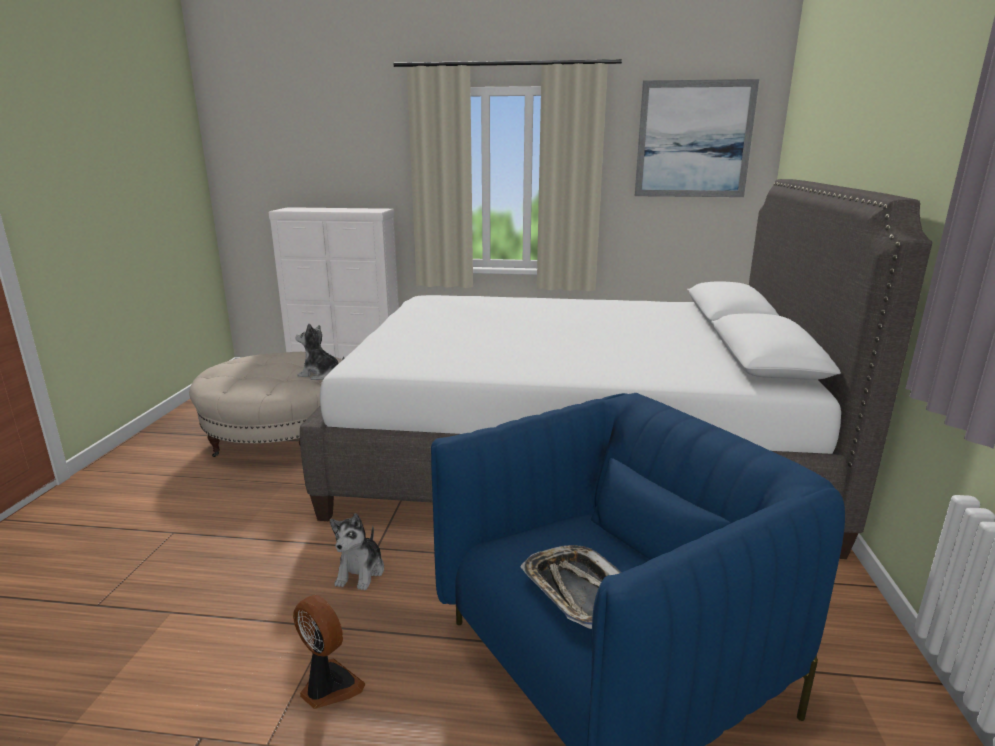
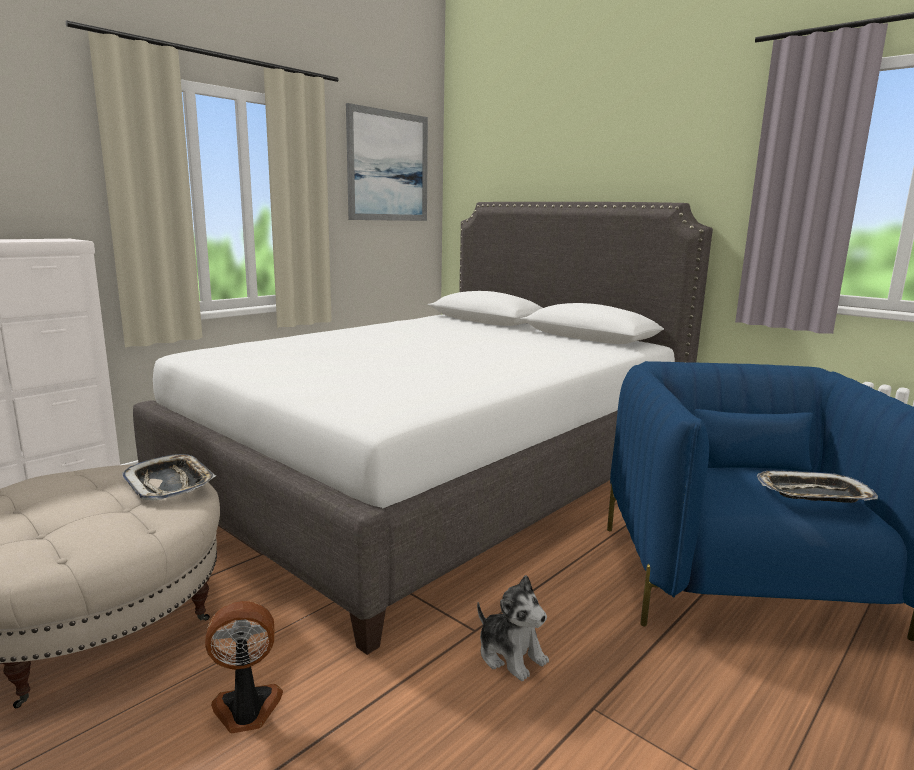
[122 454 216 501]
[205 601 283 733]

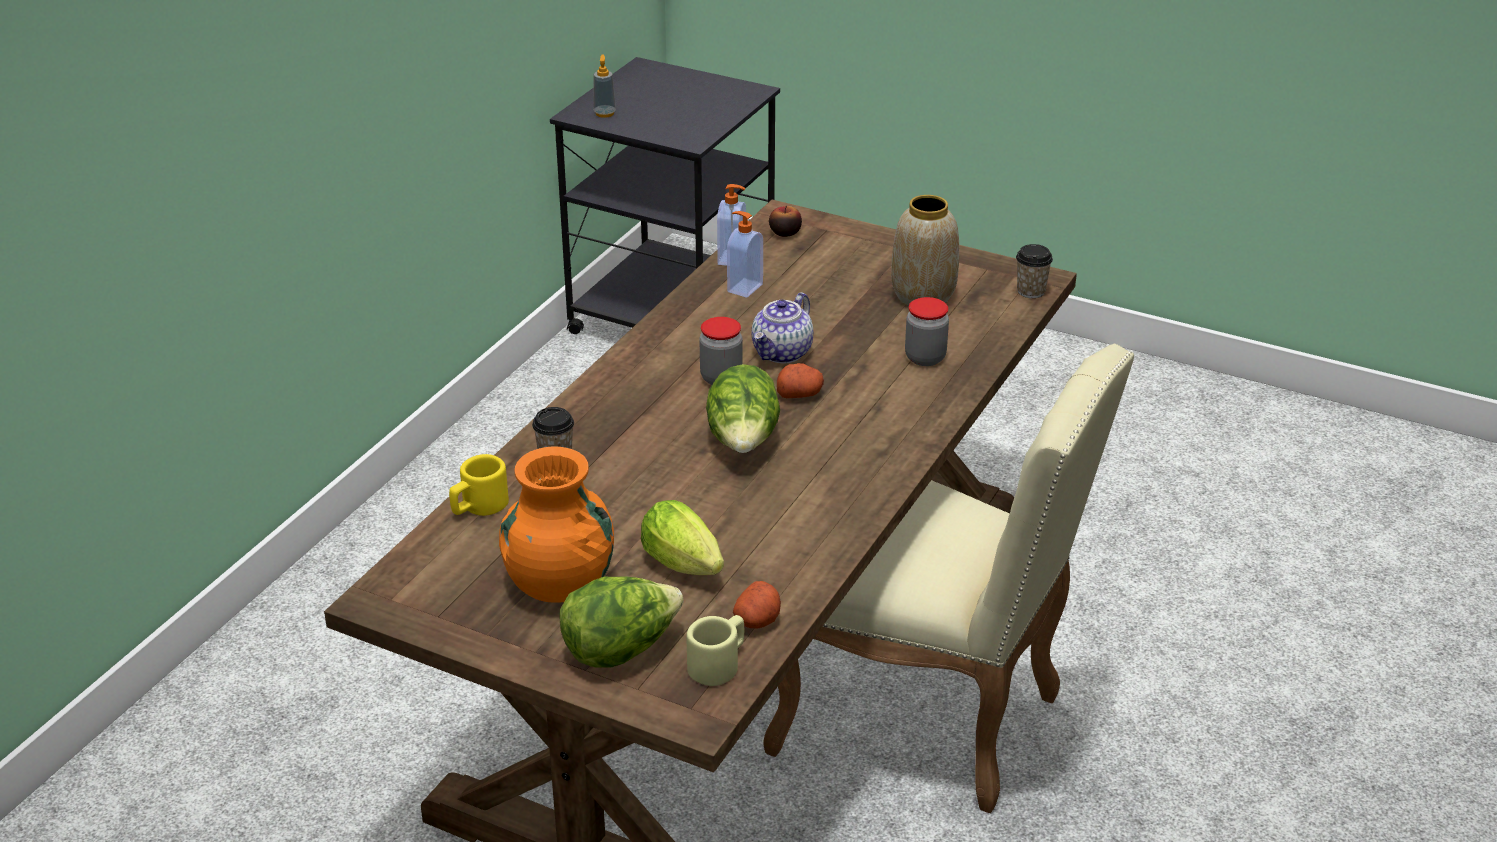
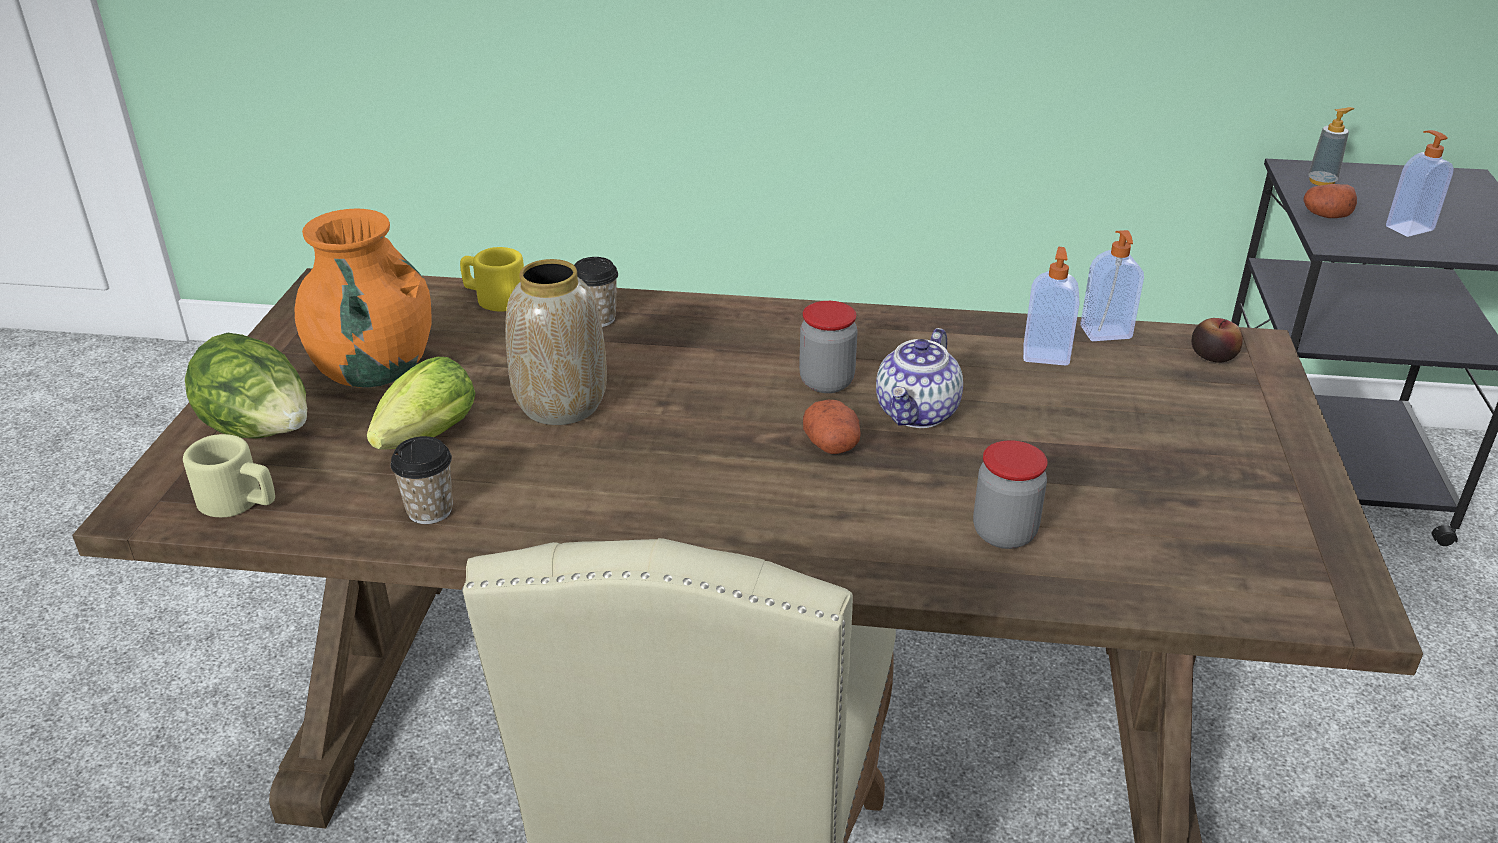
[391 436 453 524]
[505 259 607 425]
[876 328 963 428]
[1303 184 1357 218]
[1386 130 1454 237]
[706 364 780 453] (first image)

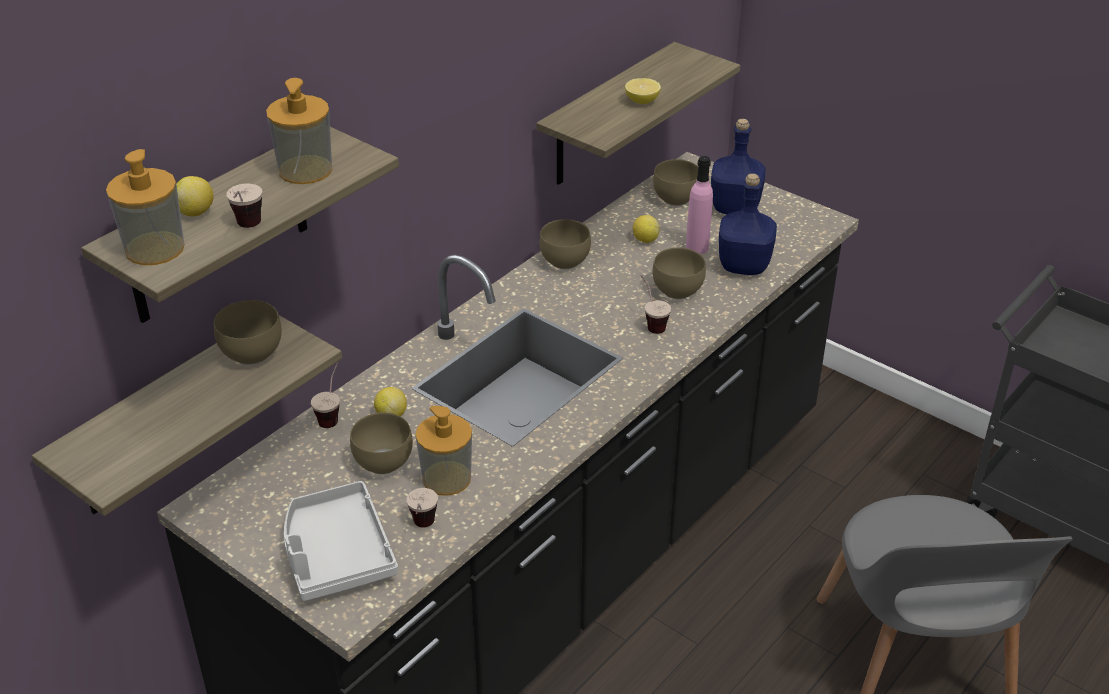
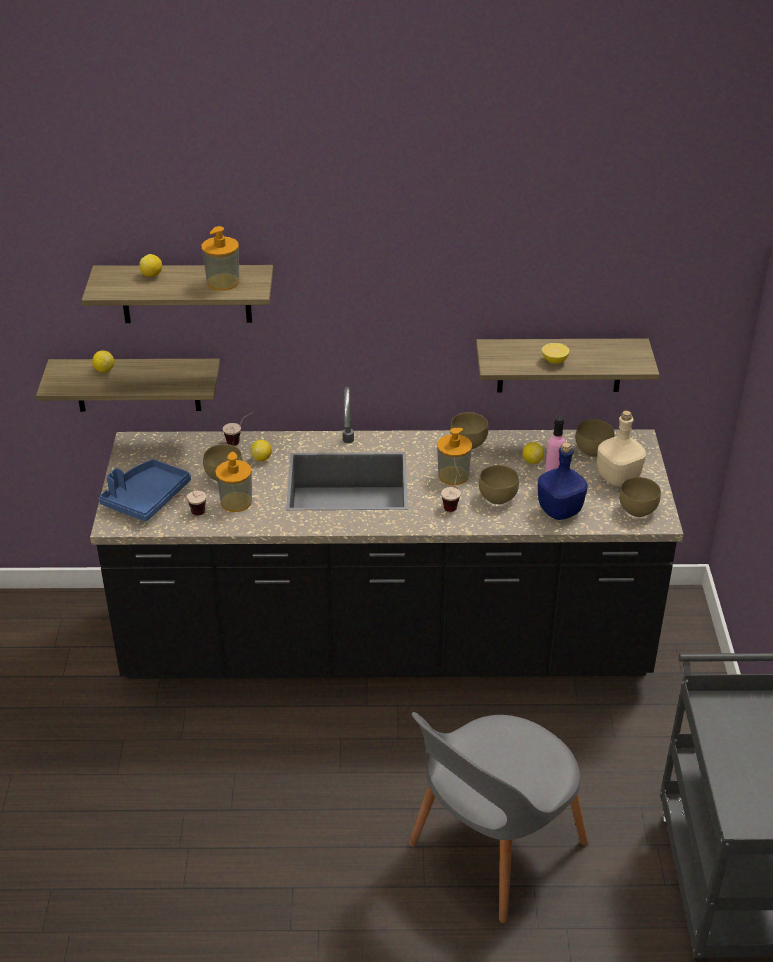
[92 350 114 373]
[99 459 191 521]
[437 428 472 485]
[597 411 646 486]
[619 477 661 517]
[226 184 262 228] (first image)

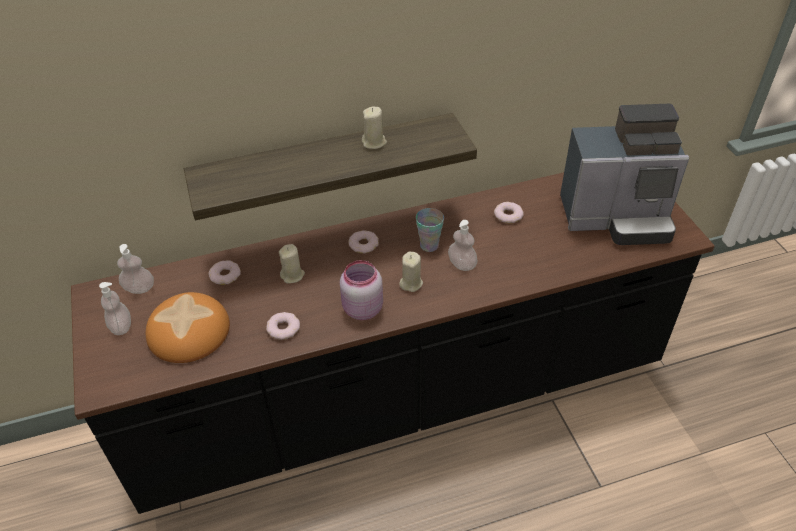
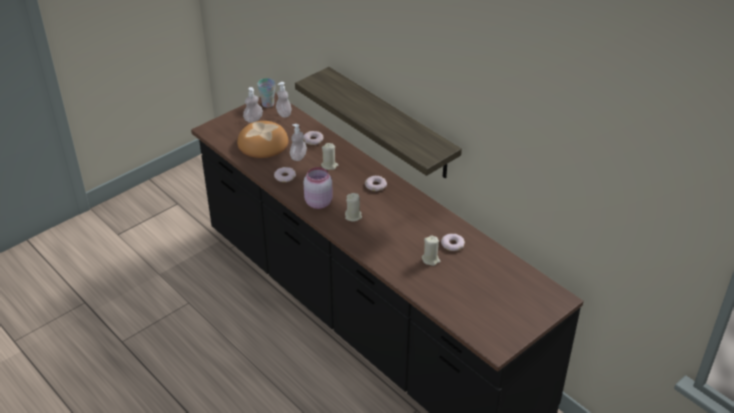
[257 78 276 108]
[290 124 307 161]
[422 235 441 266]
[560 104 690 245] (first image)

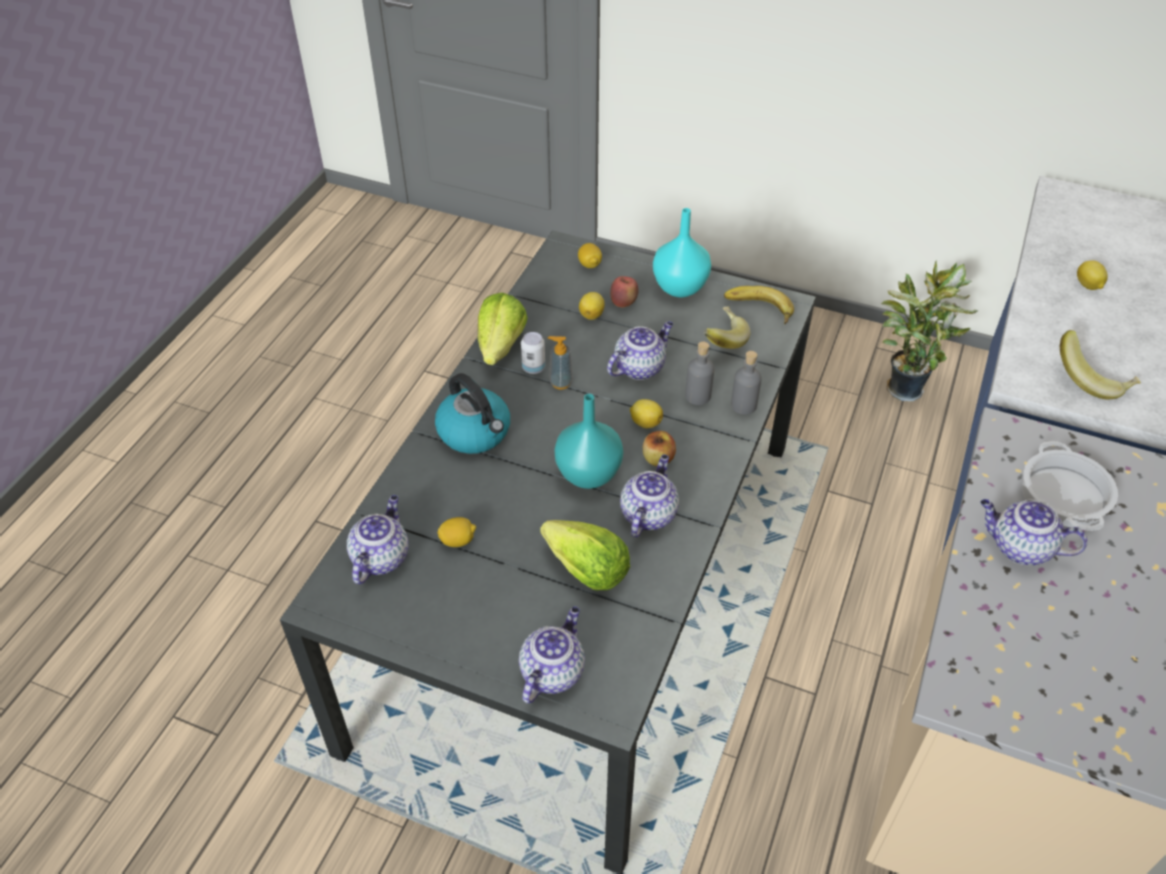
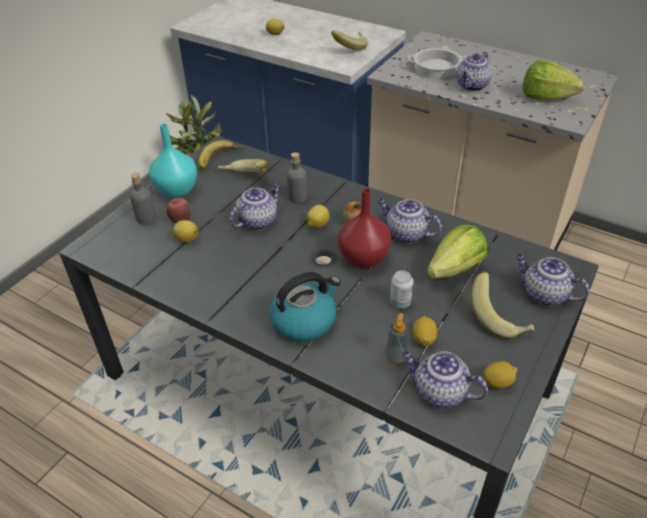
[130 173 156 224]
[229 183 281 230]
[338 188 391 269]
[386 313 409 364]
[390 270 413 308]
[471 272 534 339]
[483 361 517 389]
[523 60 584 101]

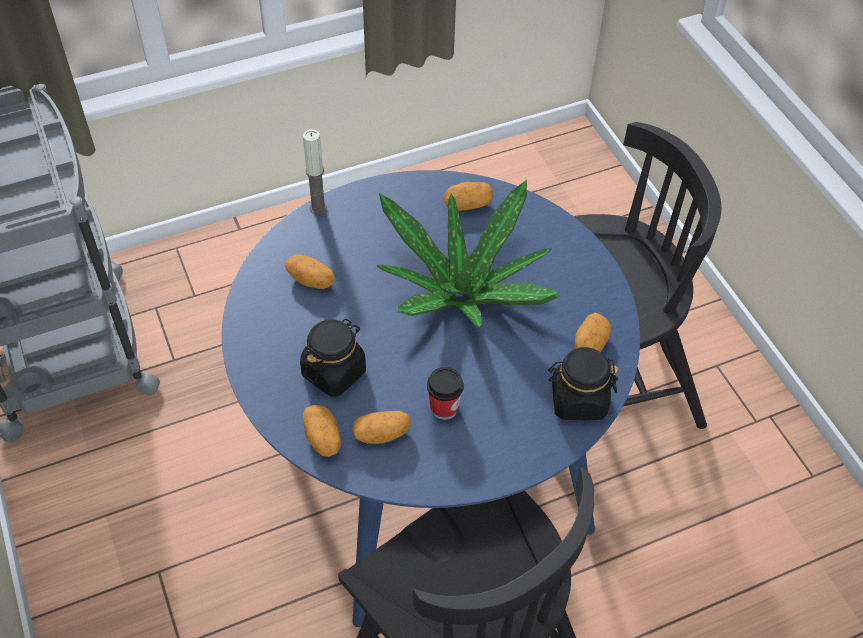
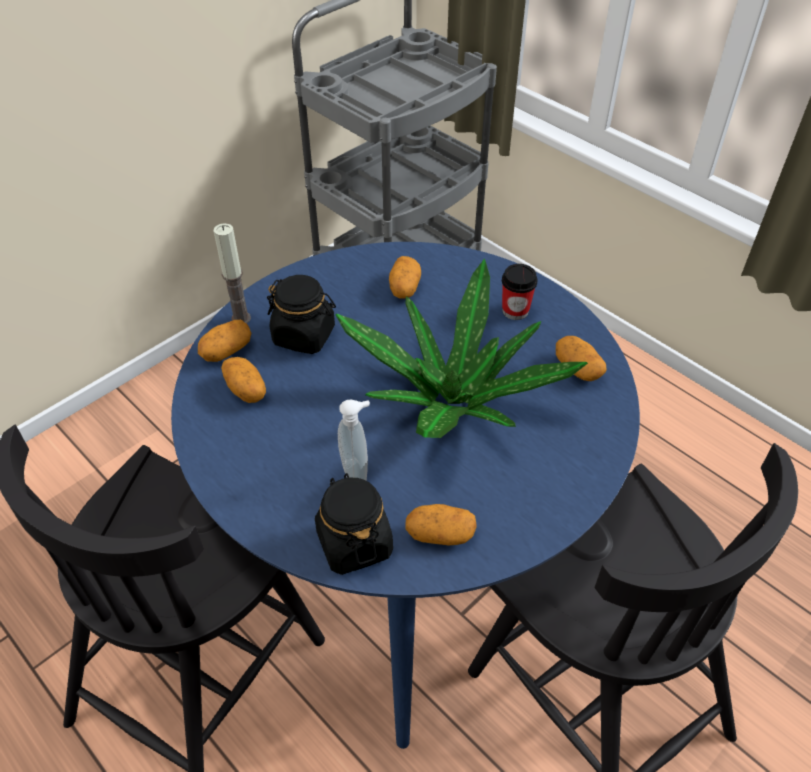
[214 223 251 324]
[338 400 370 481]
[502 264 538 320]

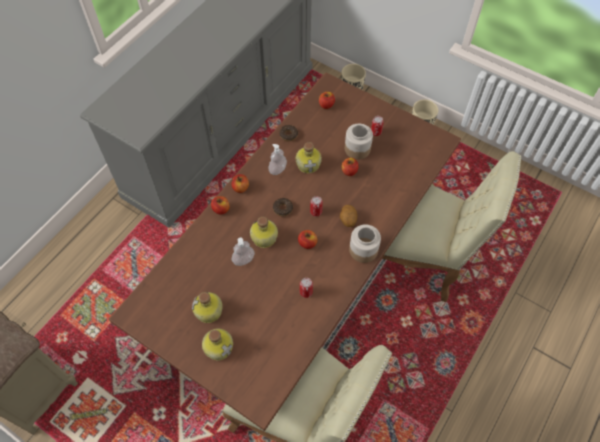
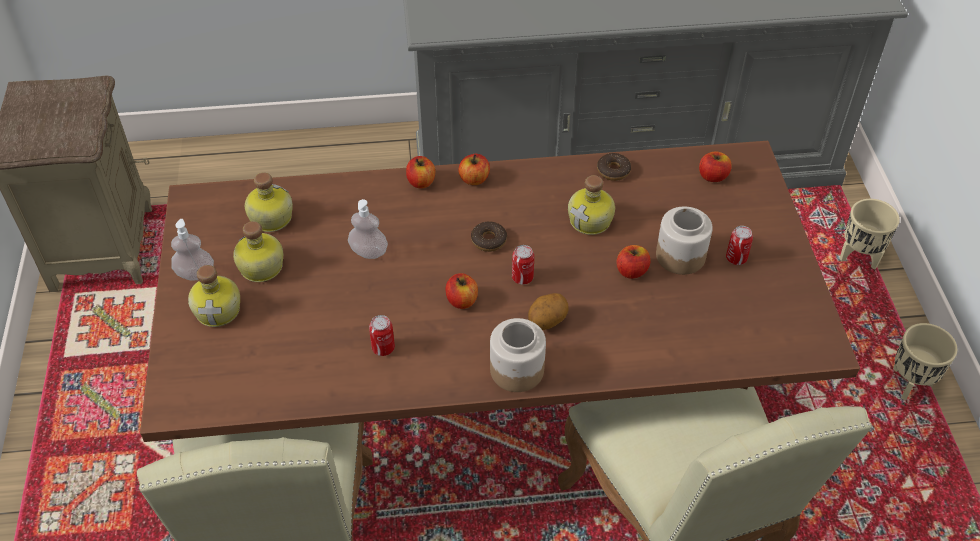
[171 219 214 280]
[245 172 293 232]

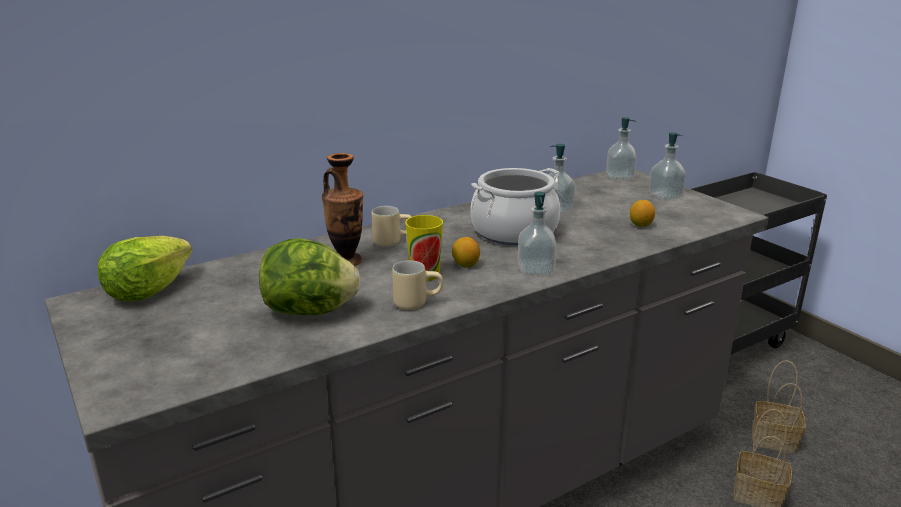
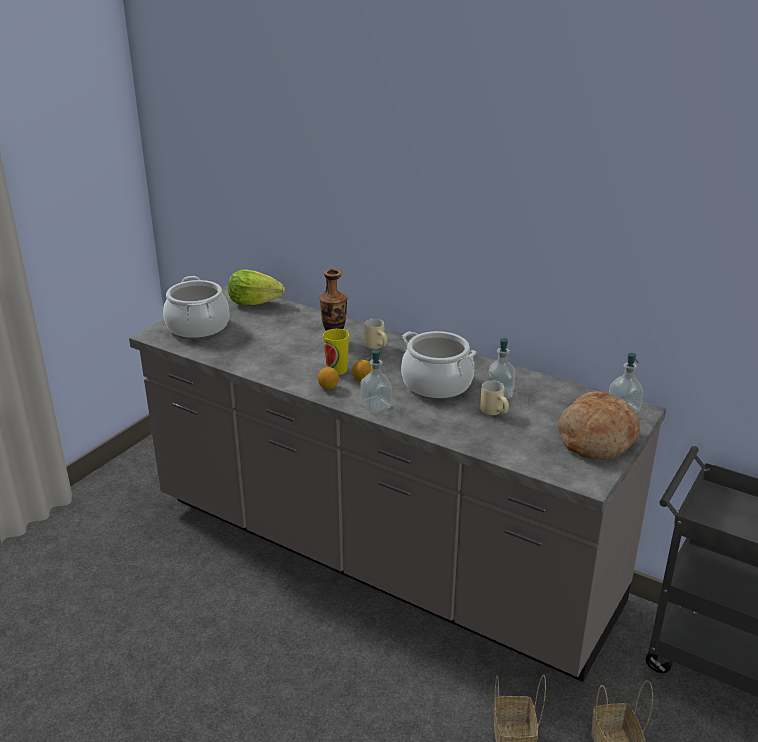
[163 276 229 339]
[318 367 339 390]
[480 380 509 415]
[558 391 640 460]
[259 238 361 315] (first image)

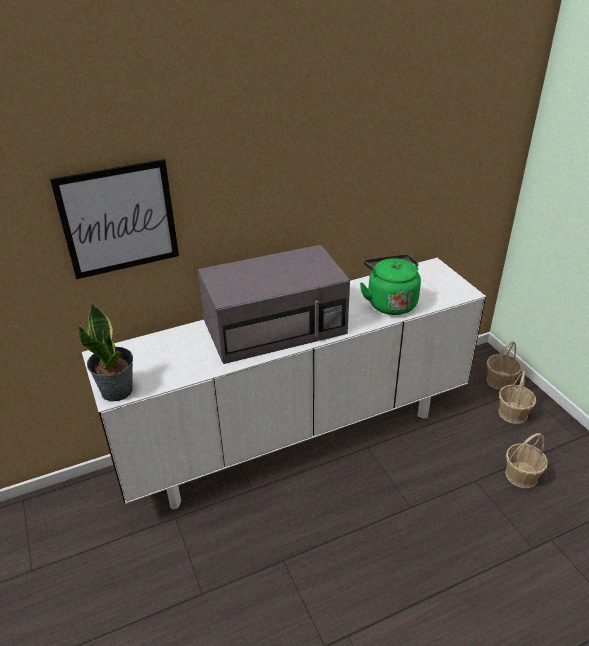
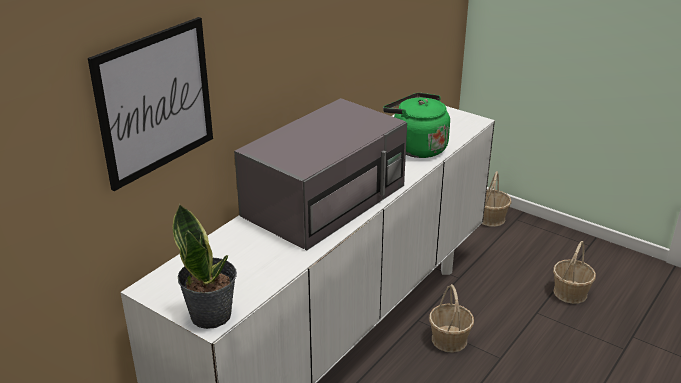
[429 284 474 353]

